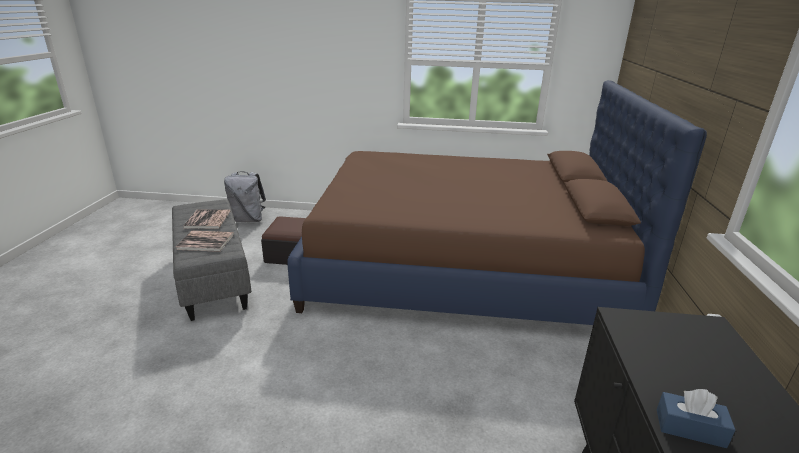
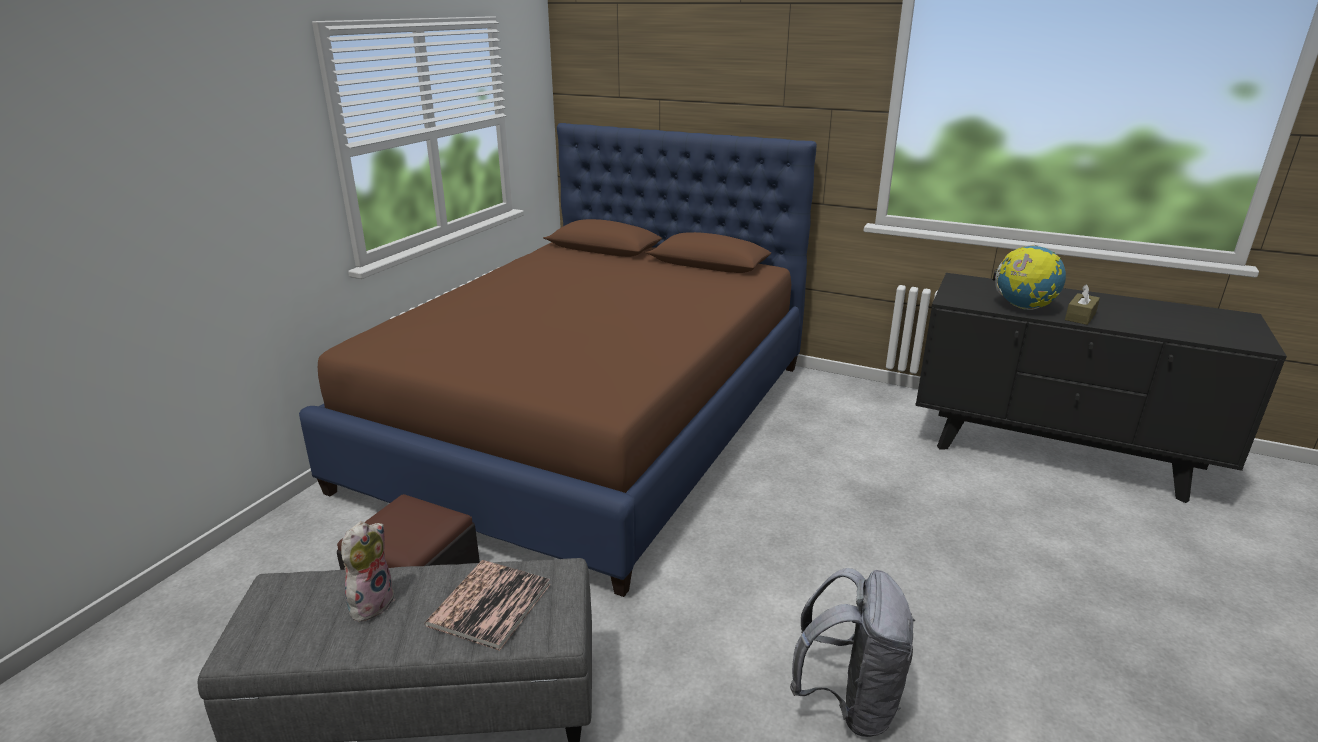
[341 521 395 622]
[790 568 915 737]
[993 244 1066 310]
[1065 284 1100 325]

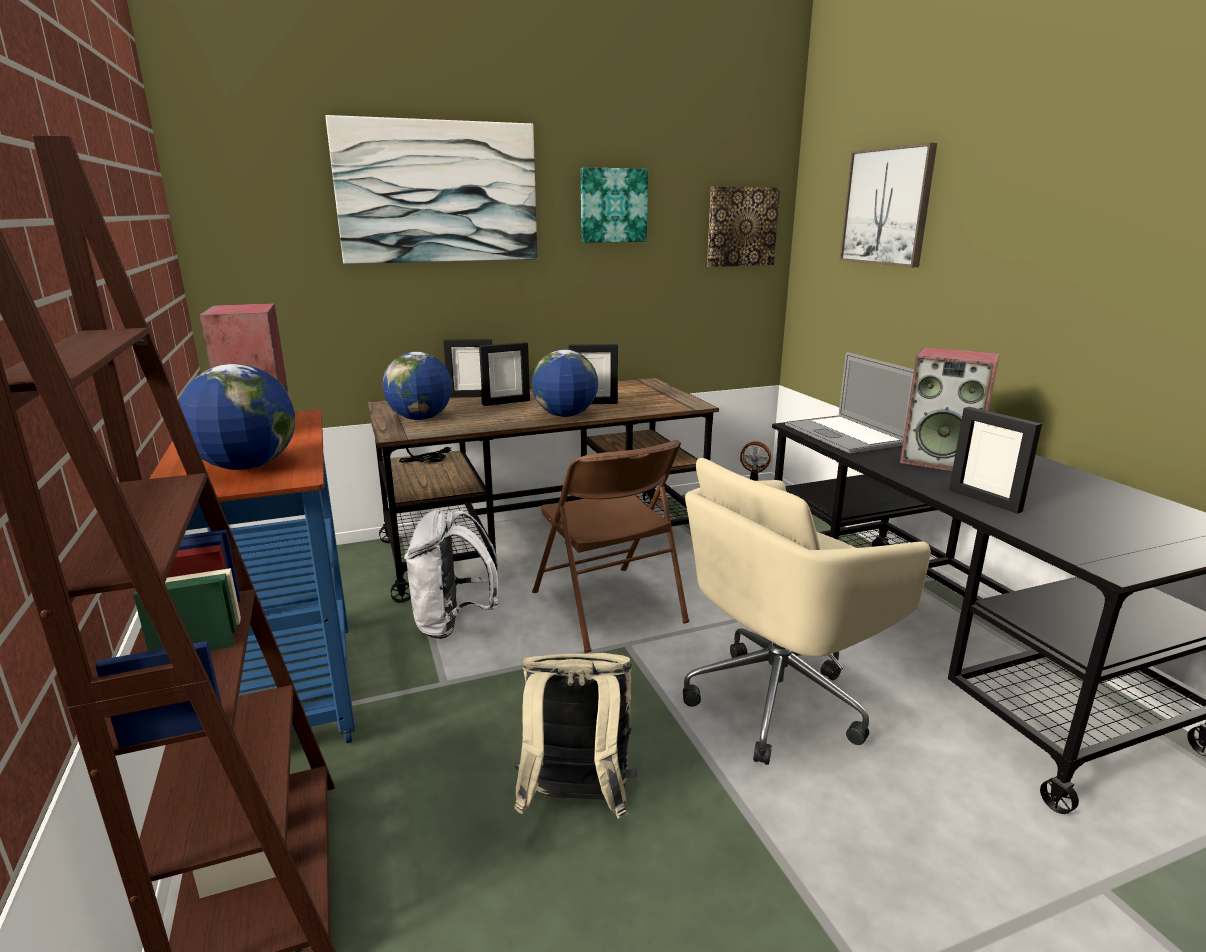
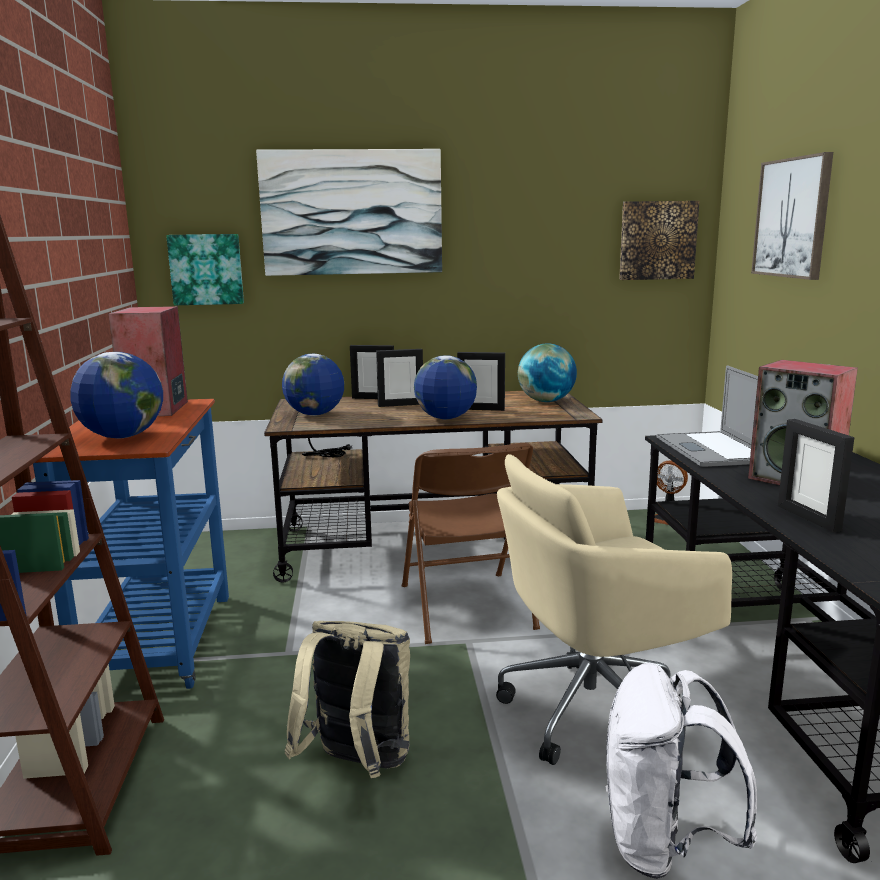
[166 234 244 305]
[518 343 577 402]
[605 663 757 879]

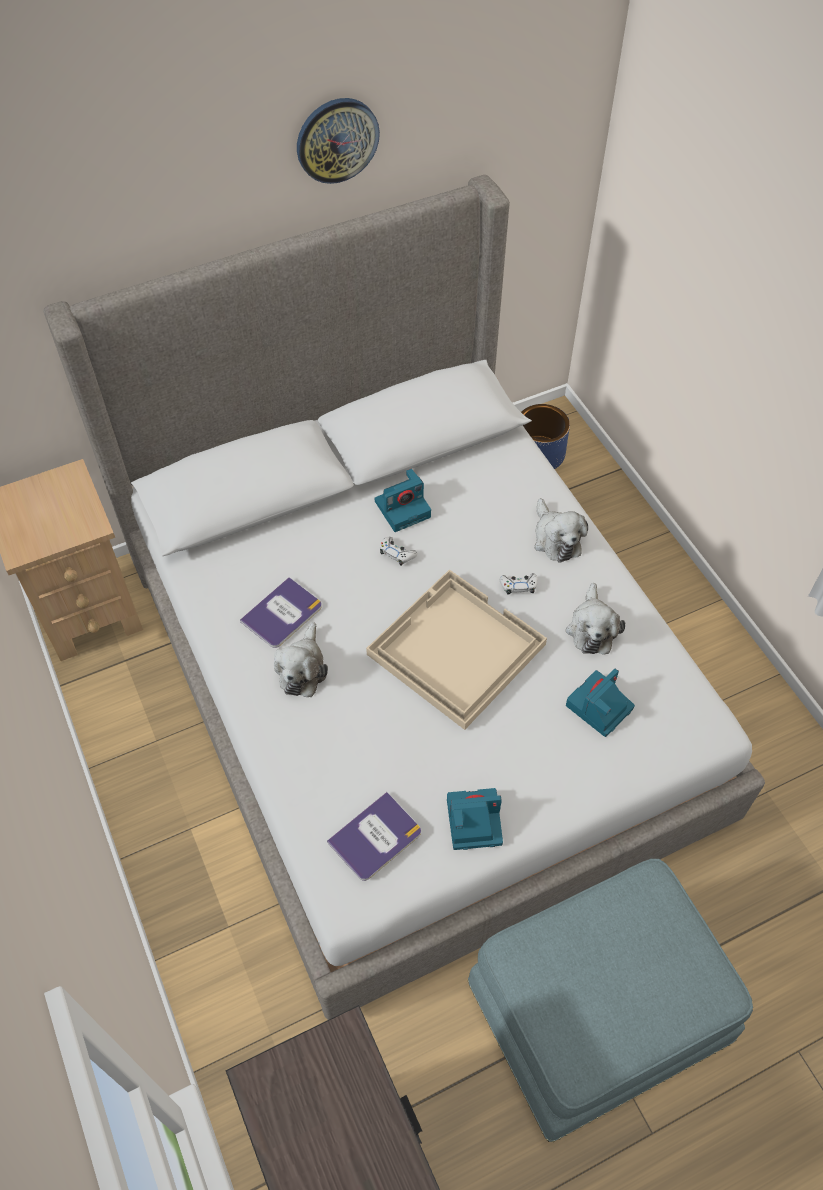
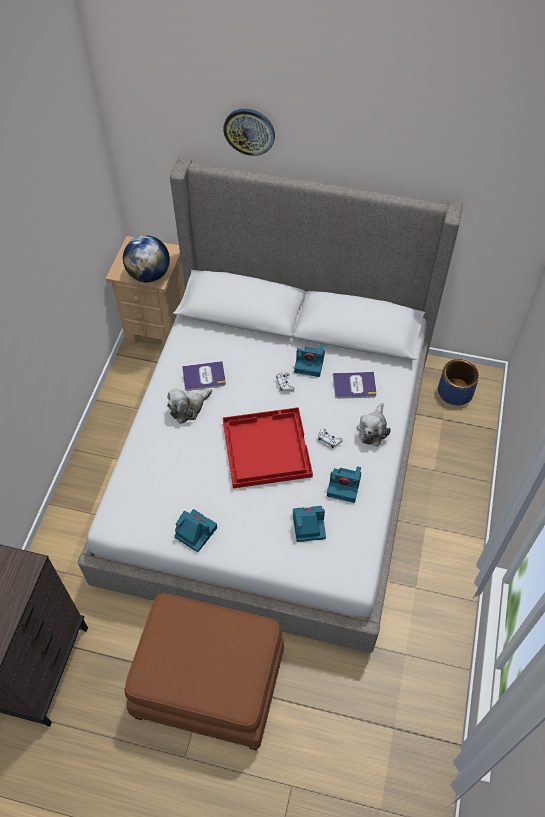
[123 235 170 283]
[125 593 284 750]
[223 109 275 156]
[223 407 313 488]
[327 466 361 503]
[333 372 377 399]

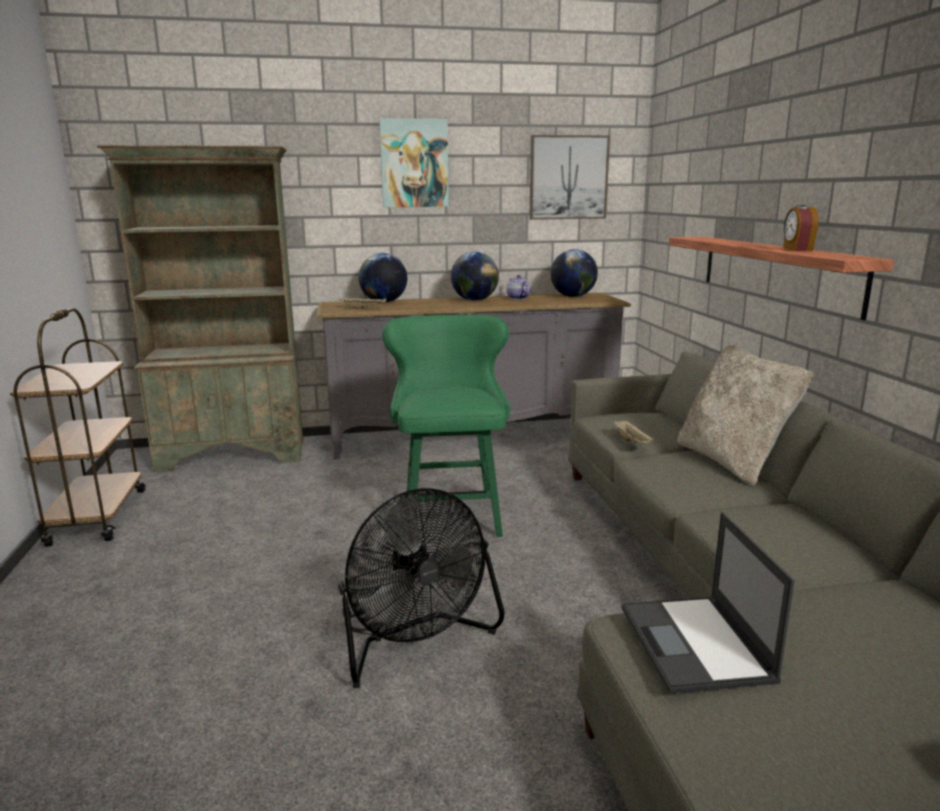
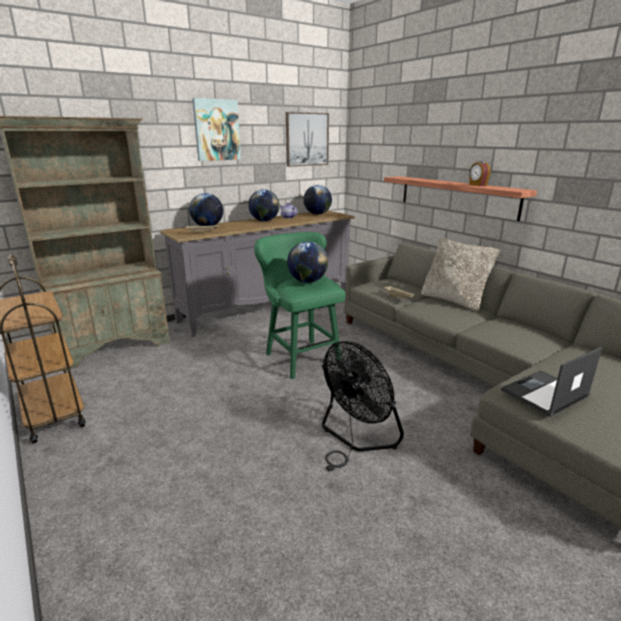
[287 242 328 283]
[322 341 404 472]
[501 347 602 417]

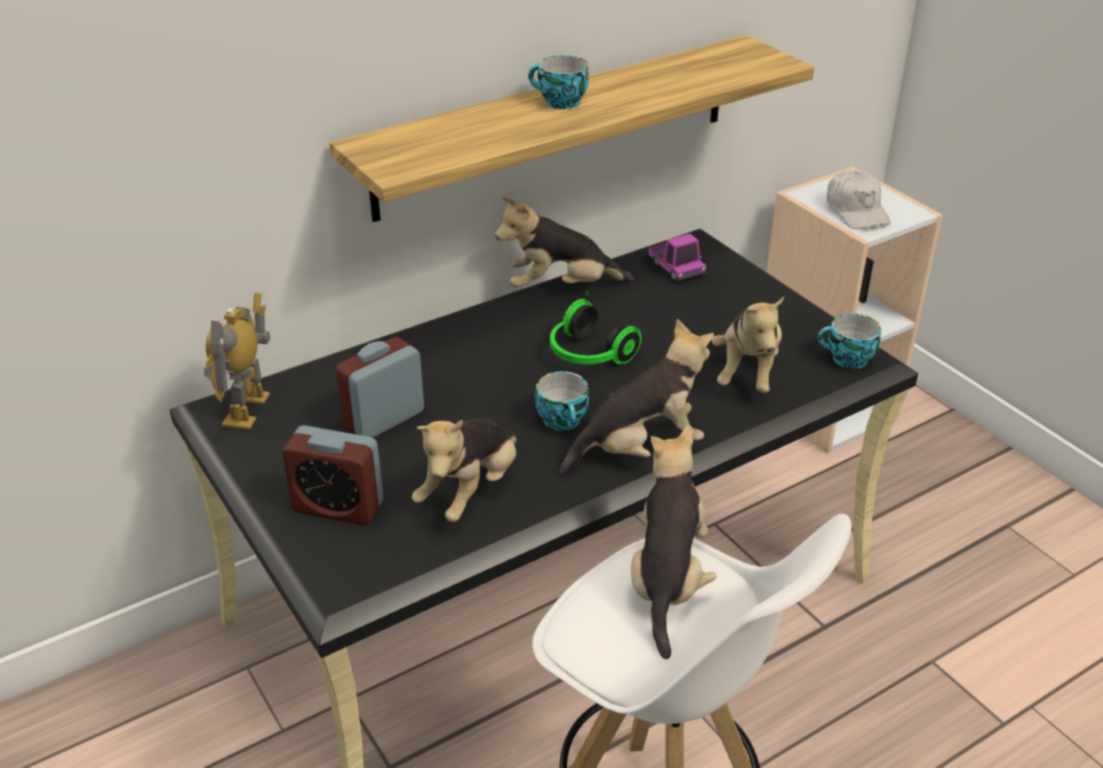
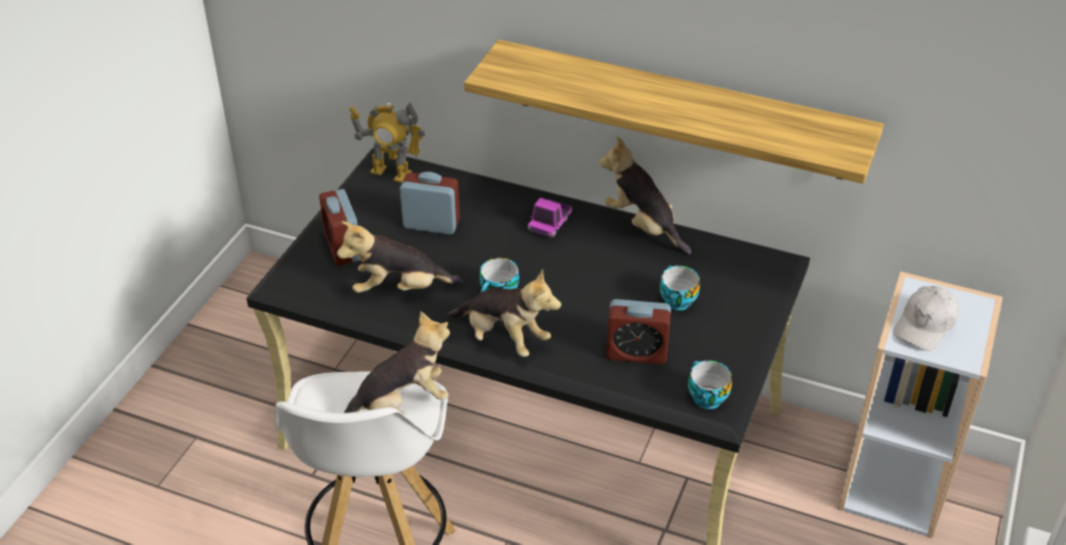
[349 102 425 183]
[528 198 572 238]
[606 299 671 365]
[660 266 700 310]
[550 291 642 365] (first image)

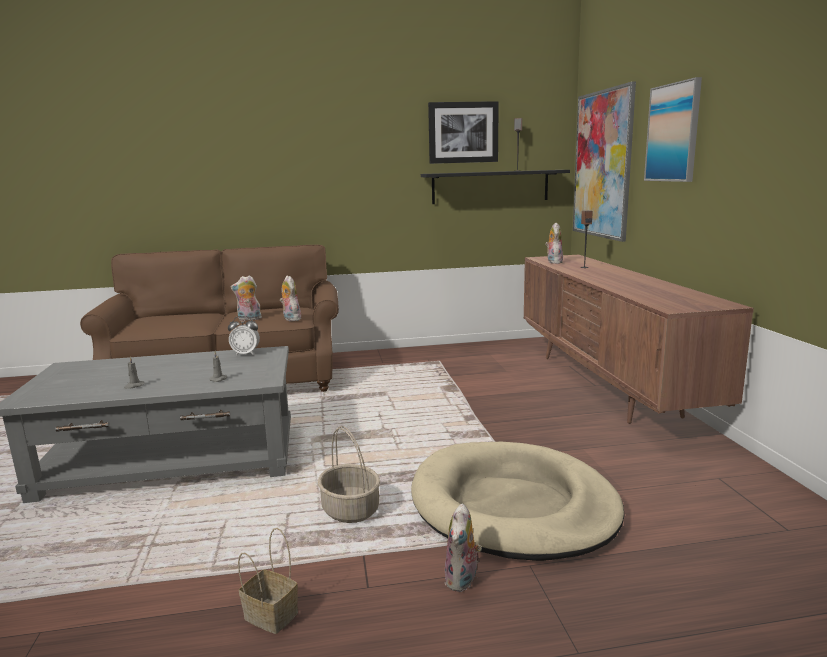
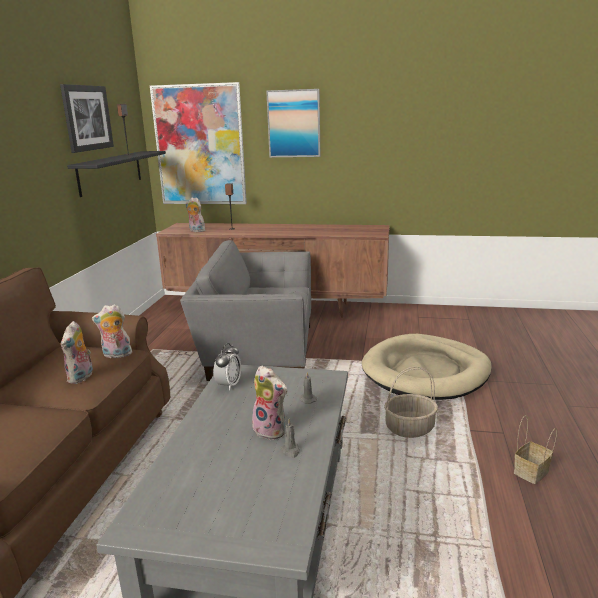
[180 240 311 381]
[252 365 288 440]

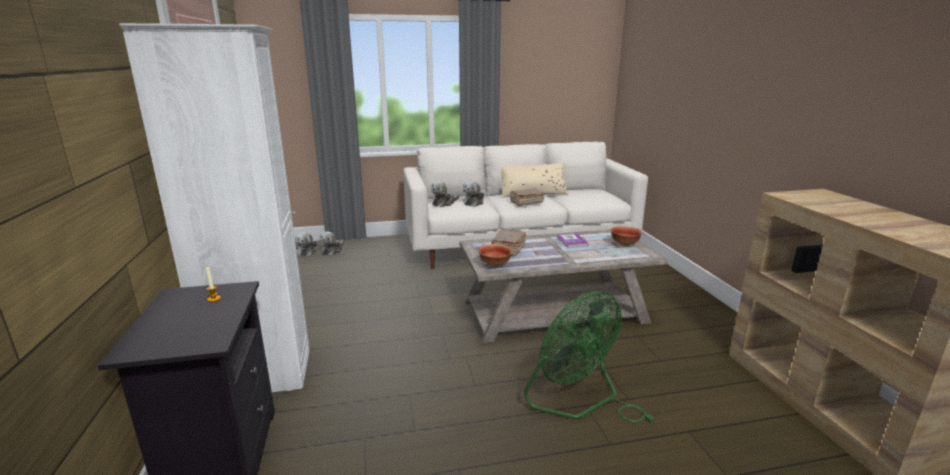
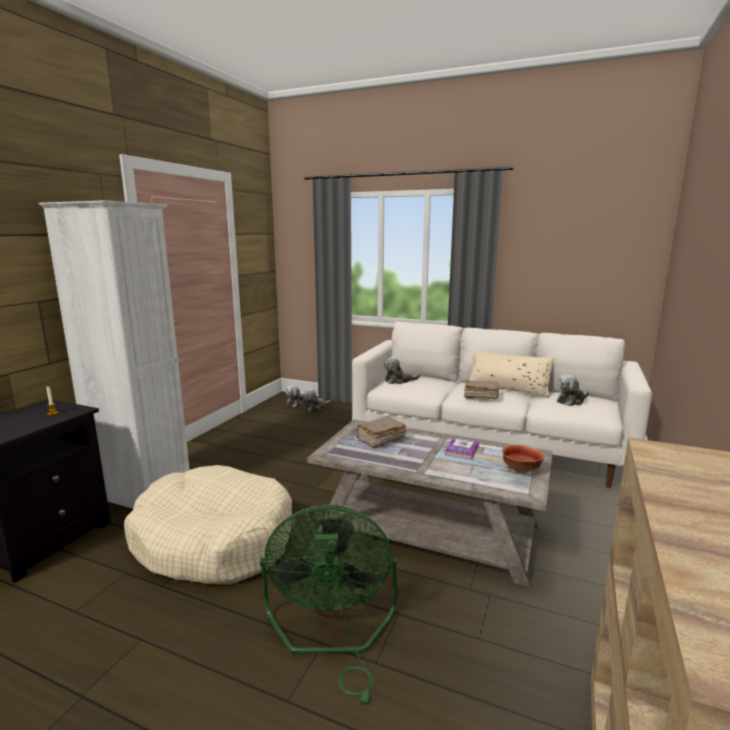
[124 465 292 585]
[557 375 589 406]
[478 244 512 267] (first image)

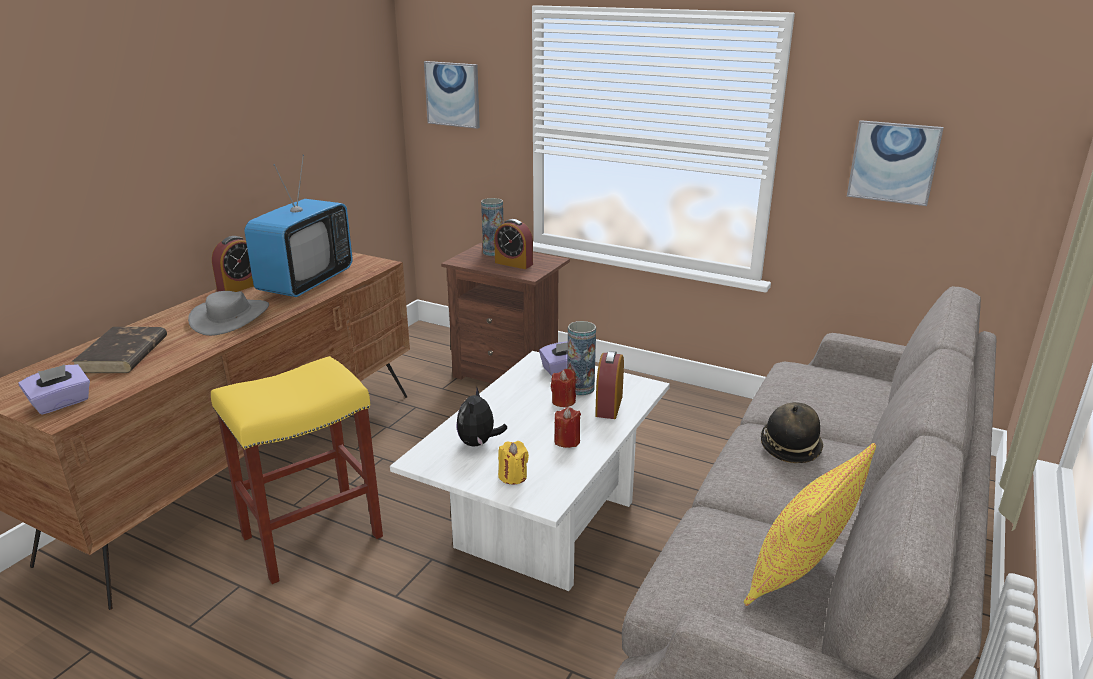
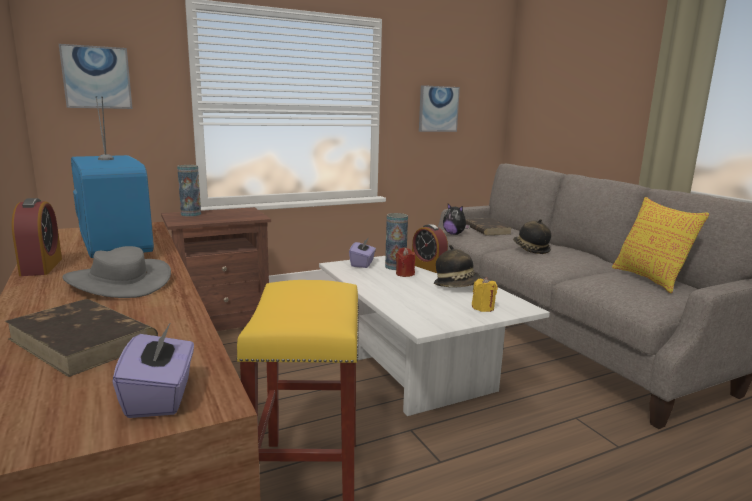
[434 245 481 288]
[443 204 470 235]
[466 218 512 235]
[494 219 533 269] (first image)

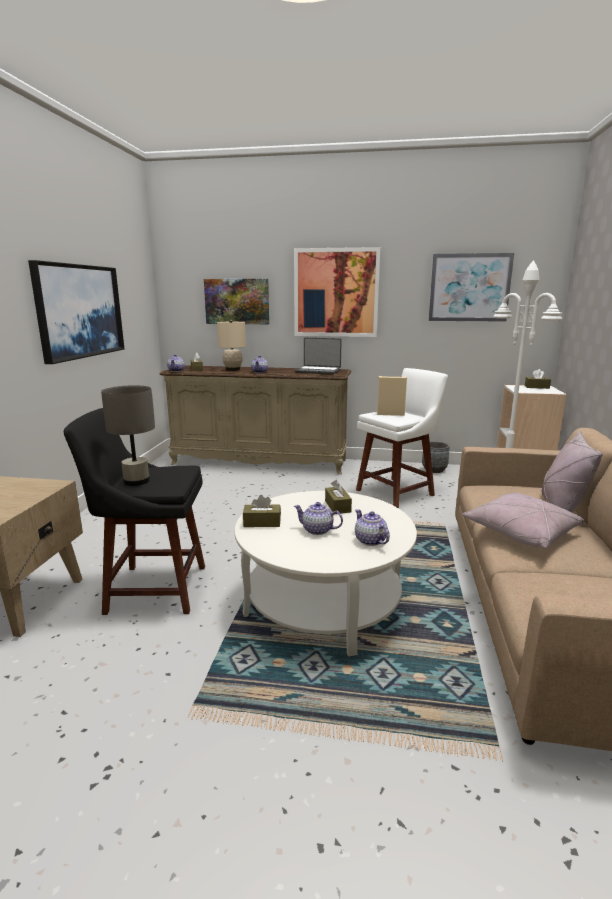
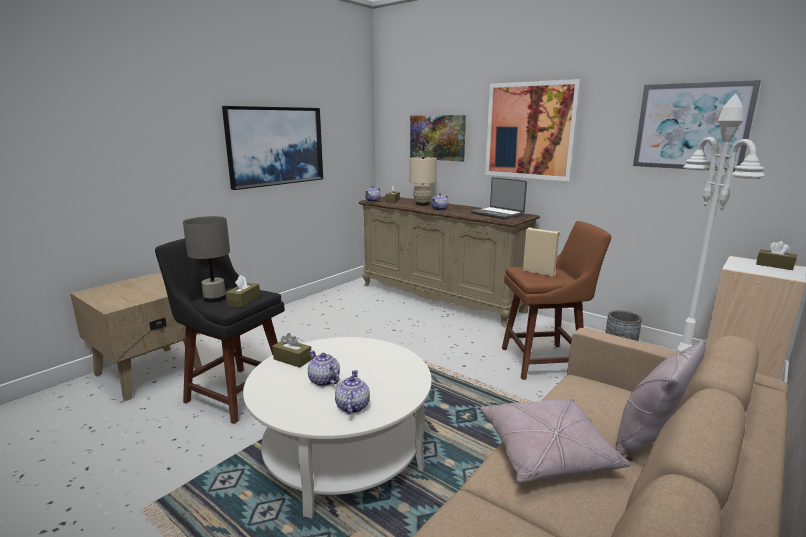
[226 275 260 307]
[502 221 611 380]

